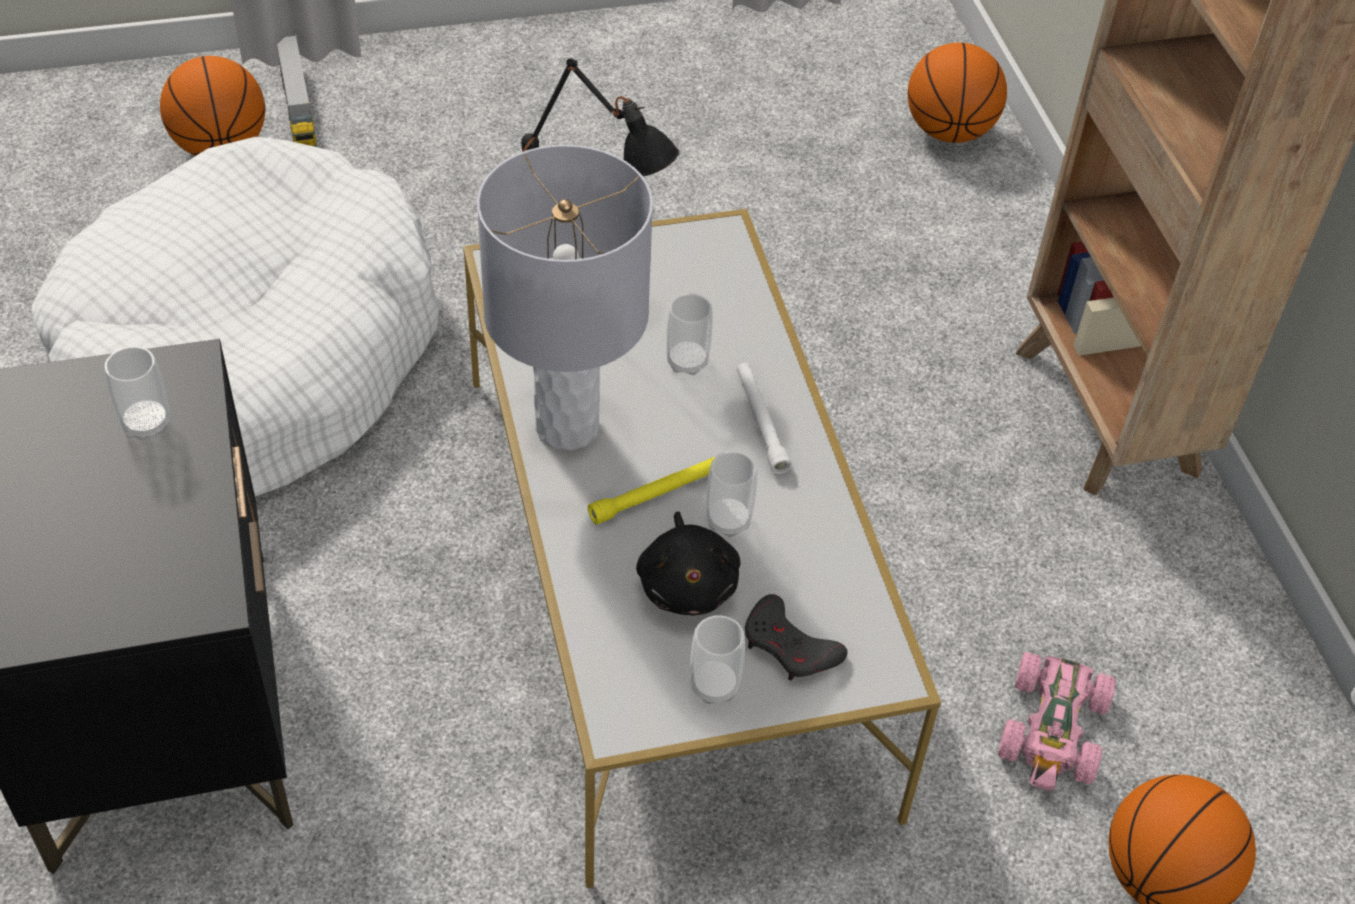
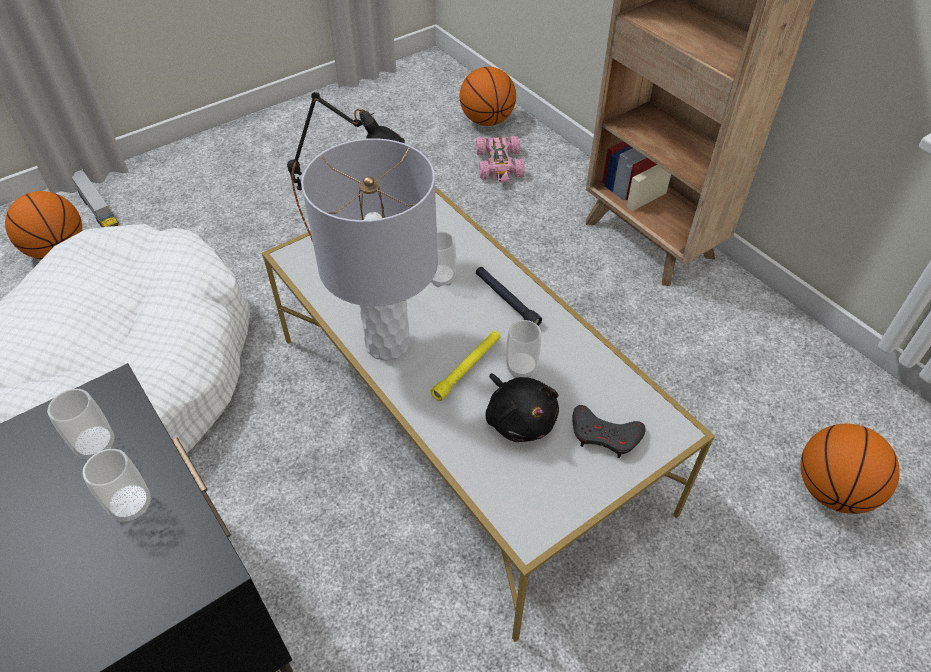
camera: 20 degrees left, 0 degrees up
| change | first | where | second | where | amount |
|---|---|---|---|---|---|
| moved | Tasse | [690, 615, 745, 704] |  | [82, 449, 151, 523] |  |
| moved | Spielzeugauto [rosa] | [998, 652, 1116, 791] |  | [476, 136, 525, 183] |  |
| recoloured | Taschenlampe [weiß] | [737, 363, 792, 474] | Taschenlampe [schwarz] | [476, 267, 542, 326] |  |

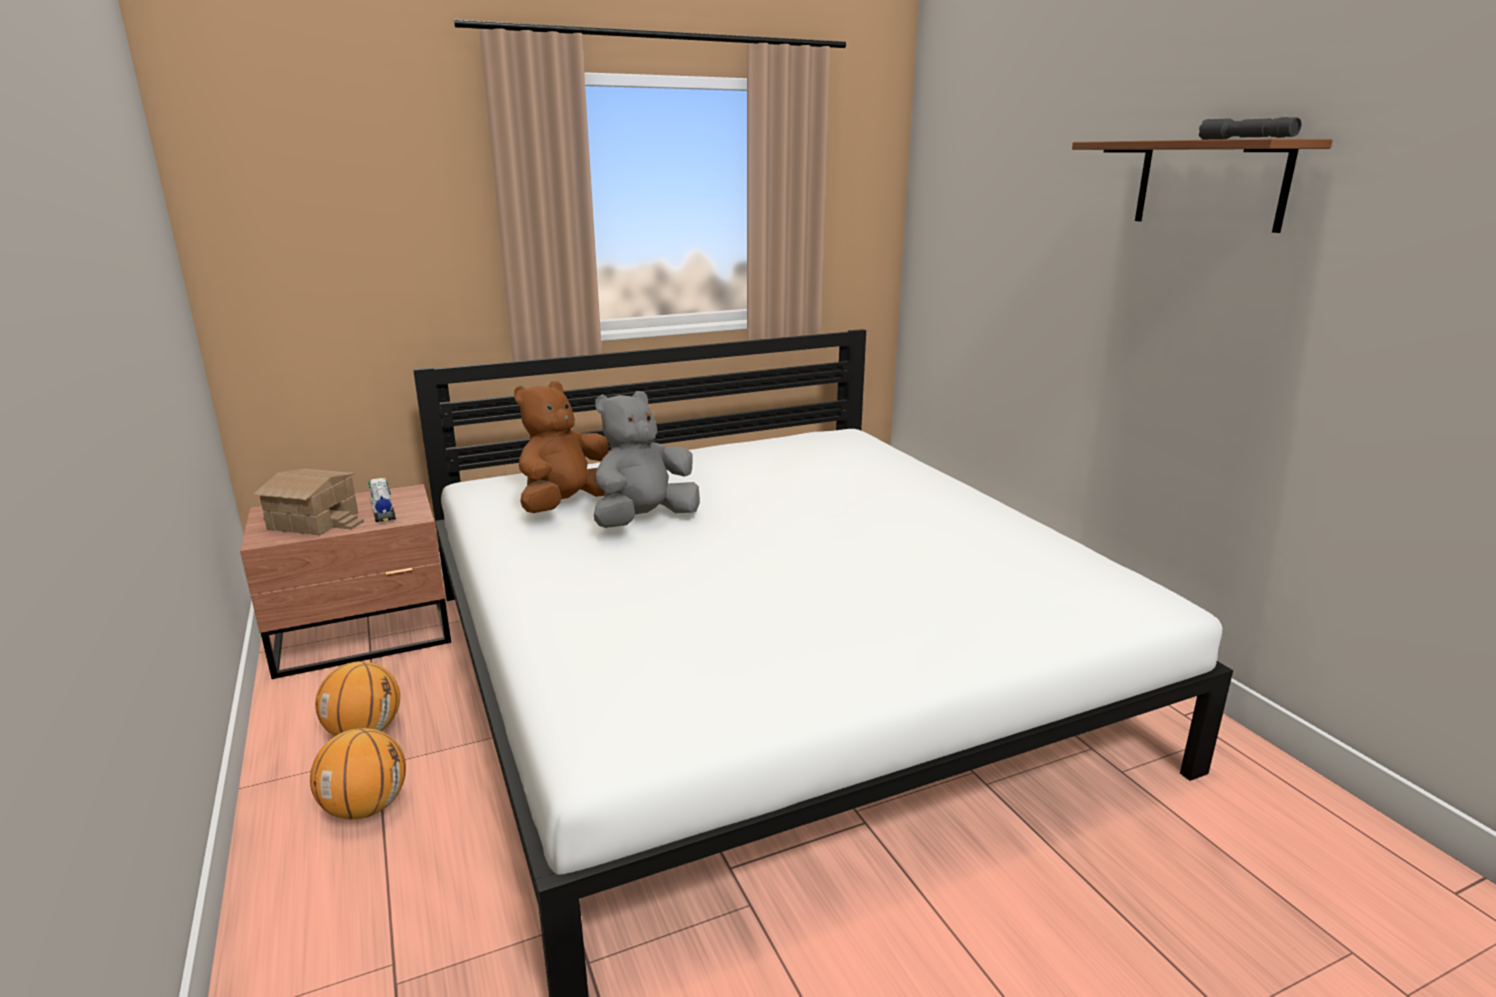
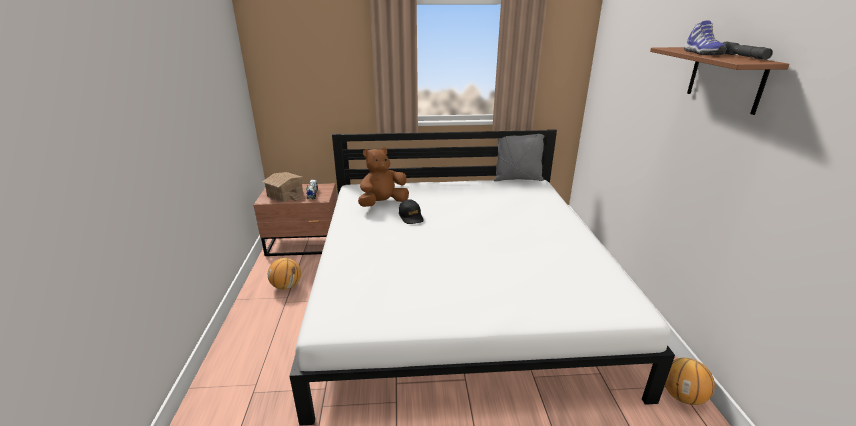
camera: 20 degrees right, 5 degrees up
| change | first | where | second | where | amount |
|---|---|---|---|---|---|
| replaced | Plüschtier [grau] | [594, 391, 700, 528] | Kappe [schwarz] | [399, 199, 424, 224] |  |
| added |  |  | Kissen [grau] | [494, 134, 544, 181] |  |
| moved | Basketball | [310, 728, 406, 819] |  | [665, 358, 715, 405] |  |
| added |  |  | Schuh | [684, 20, 726, 55] |  |

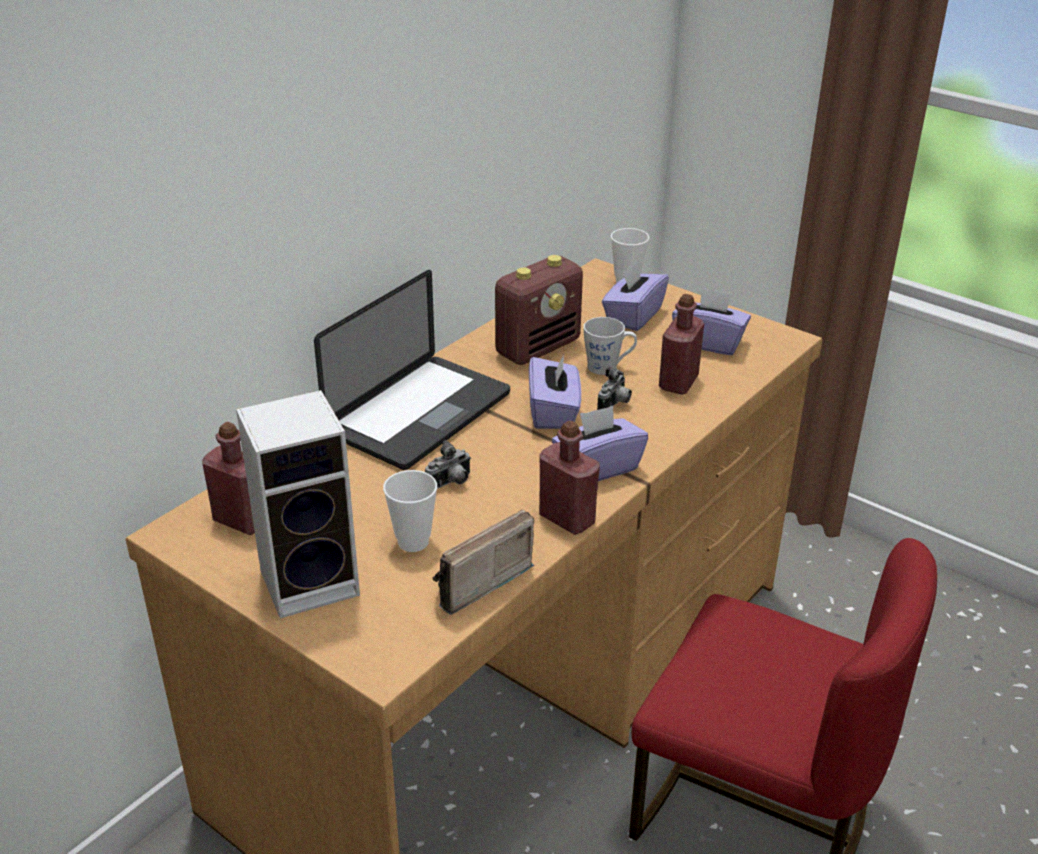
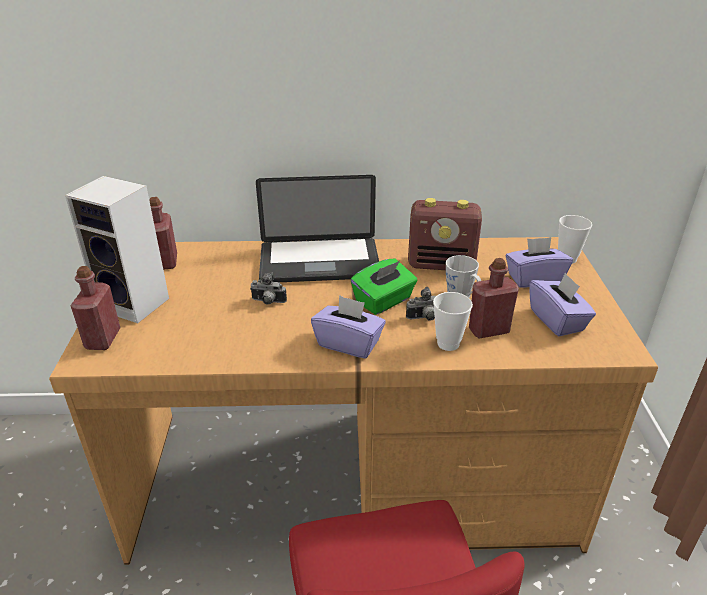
camera: 50 degrees right, 0 degrees up
| change | first | where | second | where | amount |
|---|---|---|---|---|---|
| moved | Flasche [rot] | [539, 421, 600, 535] |  | [70, 266, 121, 350] |  |
| recoloured | Taschentuchbox [lila] | [529, 352, 581, 429] | Taschentuchbox [grün] | [351, 258, 418, 315] |  |
| moved | Tasse | [383, 470, 437, 552] |  | [433, 292, 473, 351] |  |
| removed | Radio | [433, 510, 534, 615] |  |  |  |

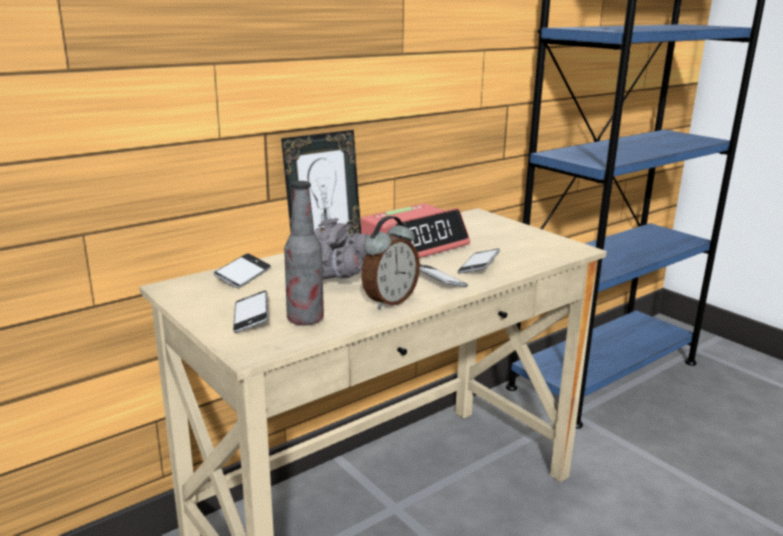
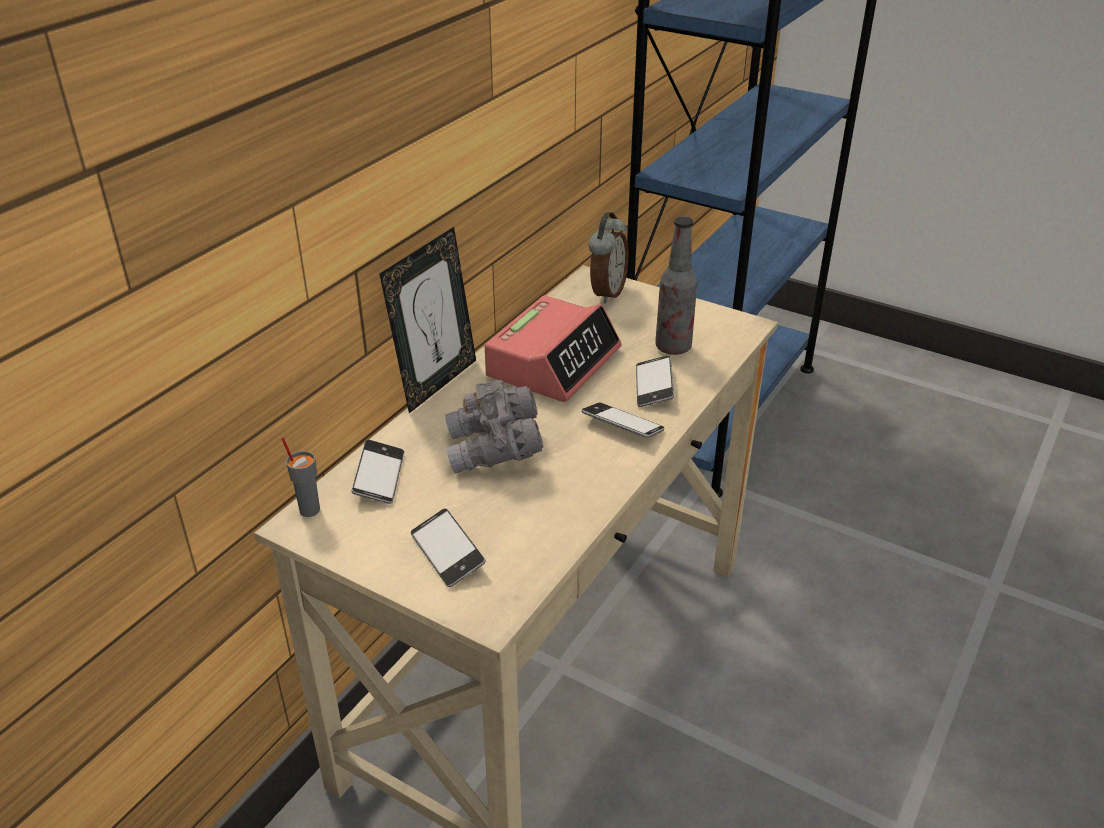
camera: 20 degrees left, 15 degrees up
| change | first | where | second | where | amount |
|---|---|---|---|---|---|
| added |  |  | Tasse [grau] | [281, 438, 320, 517] |  |
| moved | Wecker | [361, 216, 420, 309] |  | [588, 212, 629, 304] |  |
| moved | Flasche | [284, 181, 324, 325] |  | [655, 216, 697, 355] |  |

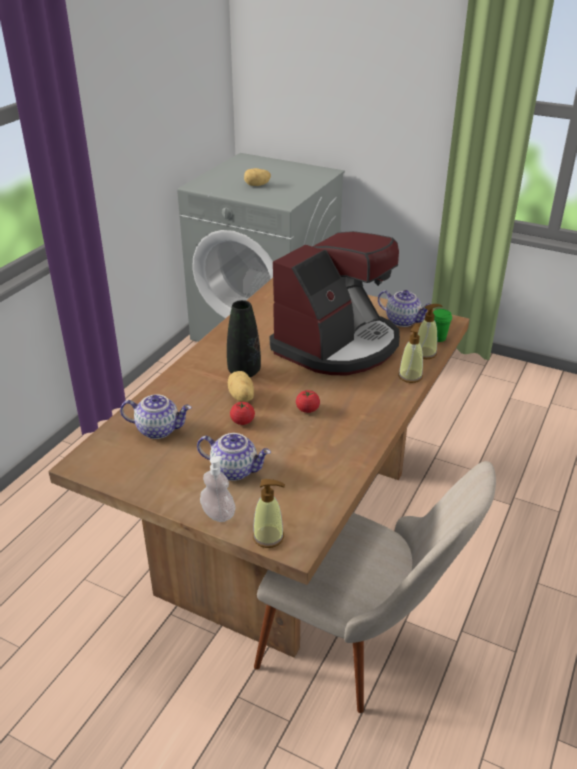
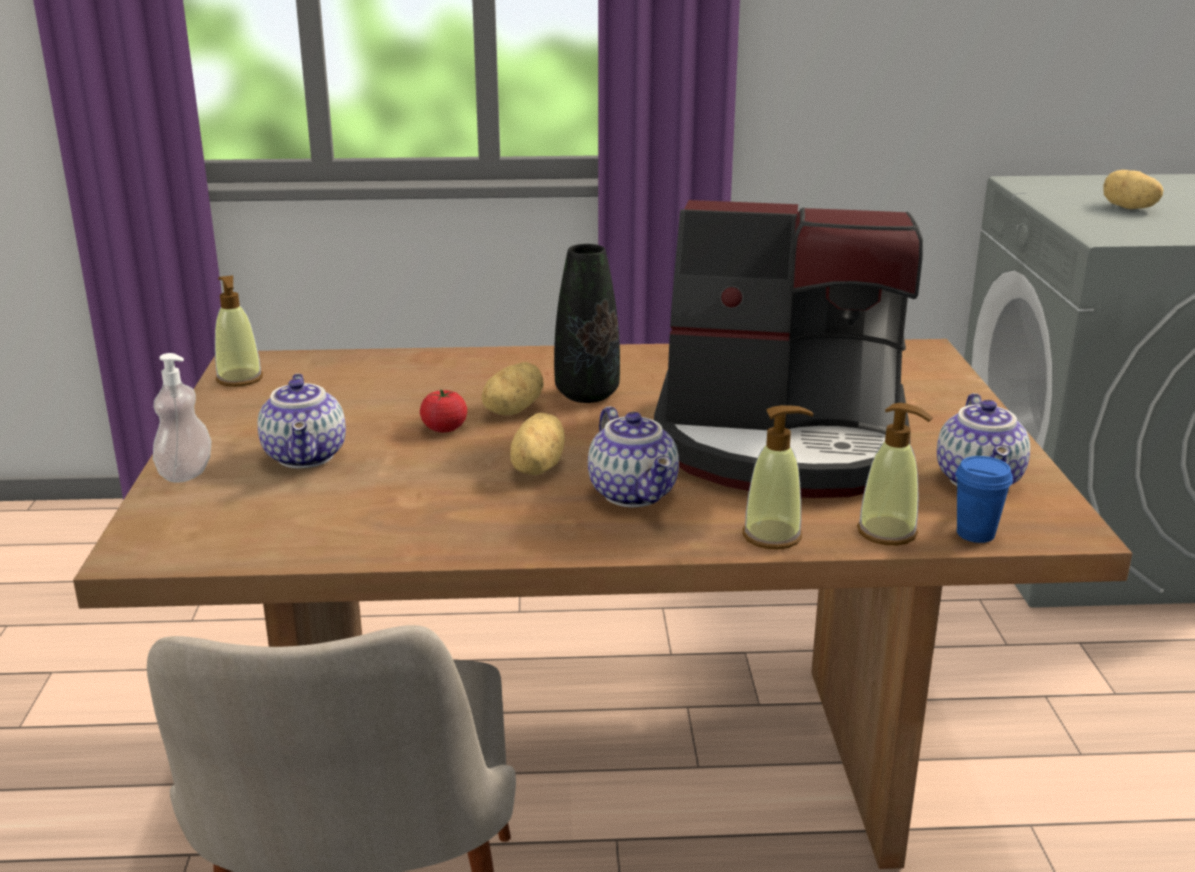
camera: 60 degrees right, 10 degrees down
| change | first | where | second | where | amount |
|---|---|---|---|---|---|
| moved | Seifenspender | [253, 479, 285, 548] |  | [215, 275, 263, 387] |  |
| replaced | Tomate | [296, 390, 320, 413] | Kartoffel | [510, 413, 565, 475] |  |
| moved | Teekanne | [120, 394, 192, 439] |  | [588, 406, 679, 507] |  |
| recoloured | Tasse [grün] | [433, 309, 452, 342] | Tasse [blau] | [956, 456, 1013, 543] |  |

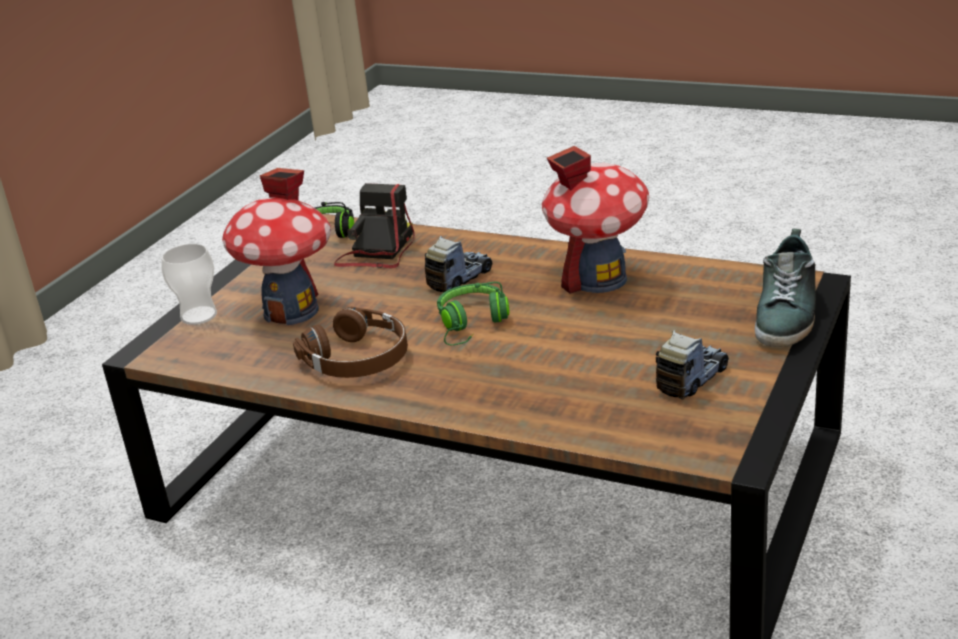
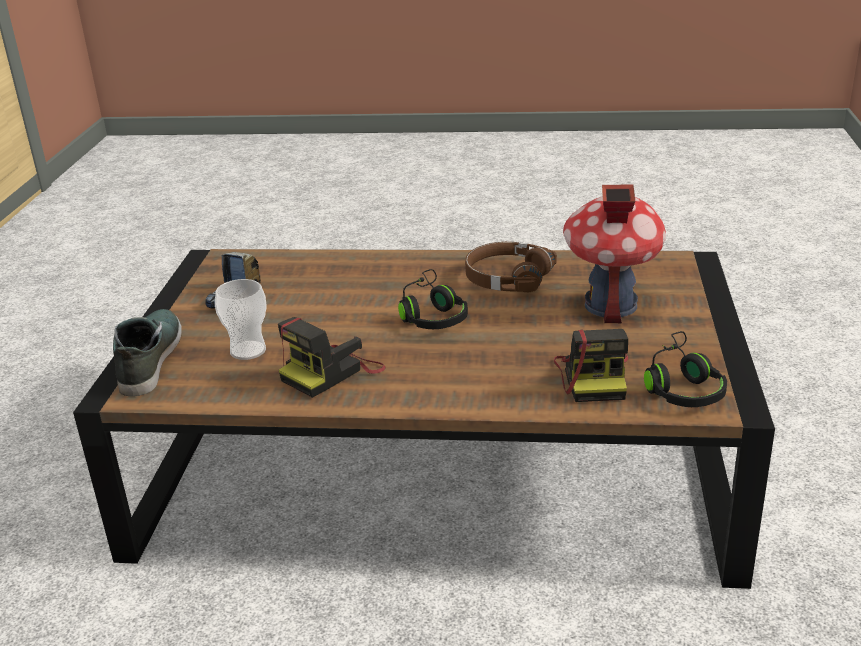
camera: 160 degrees right, 0 degrees up
| change | first | where | second | where | amount |
|---|---|---|---|---|---|
| moved | Tasse | [161, 243, 217, 325] |  | [215, 279, 267, 360] |  |
| replaced | Spielzeughaus | [542, 146, 649, 294] | Kamera | [278, 317, 386, 398] |  |
| recoloured | Kopfhörer [grün] | [437, 282, 509, 346] | Kopfhörer [schwarz] | [398, 269, 468, 329] |  |
| removed | Spielzeuglaster | [425, 236, 492, 292] |  |  |  |

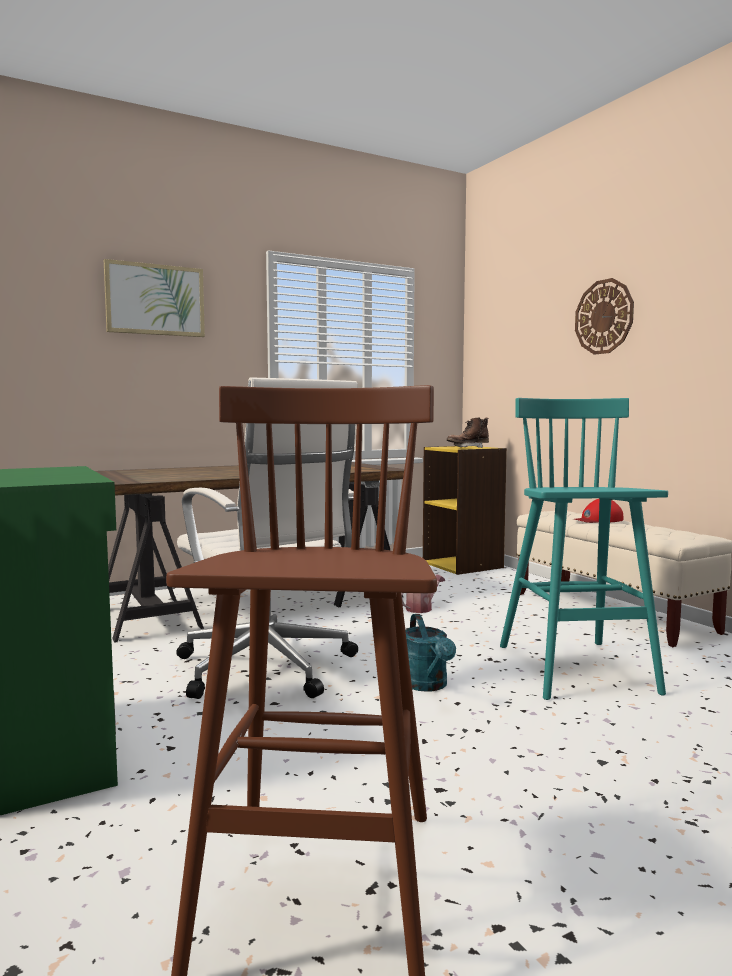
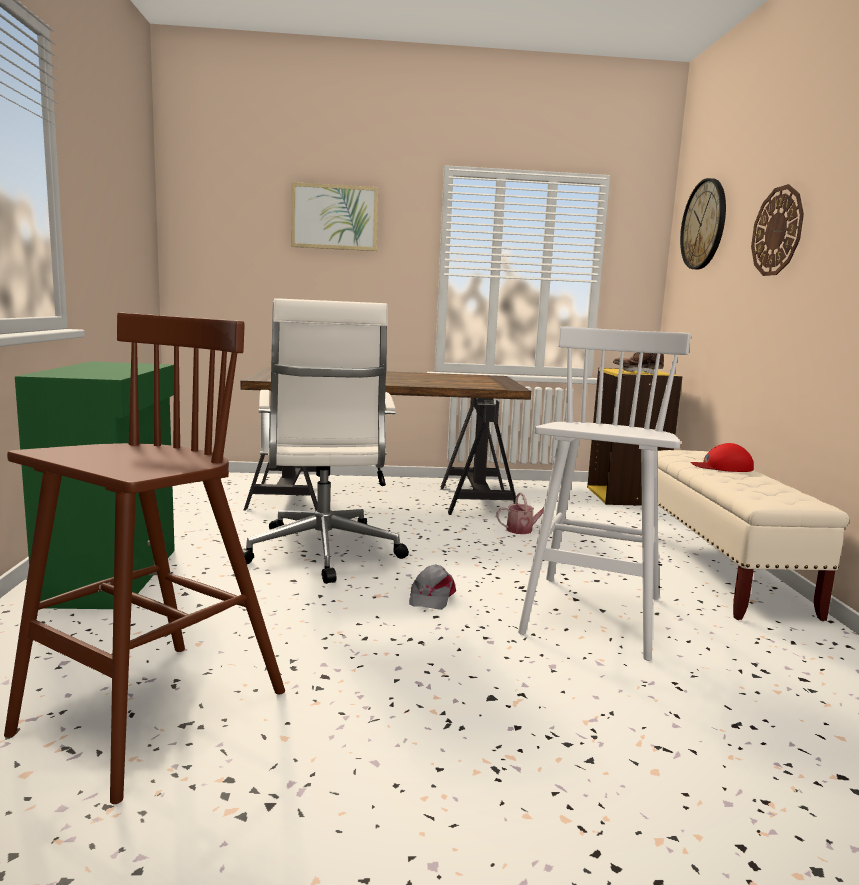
camera: 25 degrees right, 5 degrees up
| change | first | where | second | where | amount |
|---|---|---|---|---|---|
| replaced | Gießkanne [türkis] | [405, 614, 456, 692] | Kappe [grau] | [409, 564, 456, 610] |  |
| recoloured | Hocker [türkis] | [500, 398, 668, 700] | Hocker [weiß] | [518, 326, 691, 661] |  |
| added |  |  | Wanduhr | [680, 178, 726, 269] |  |

